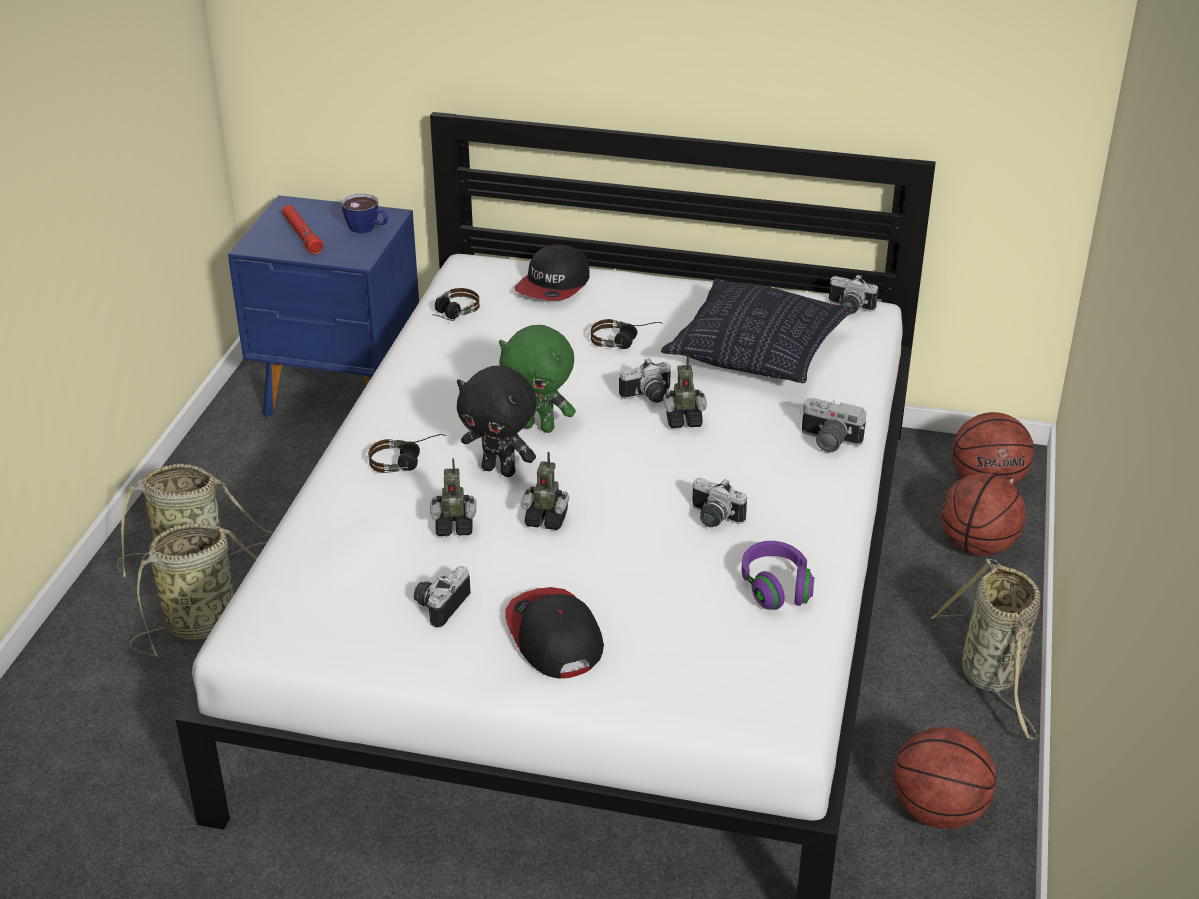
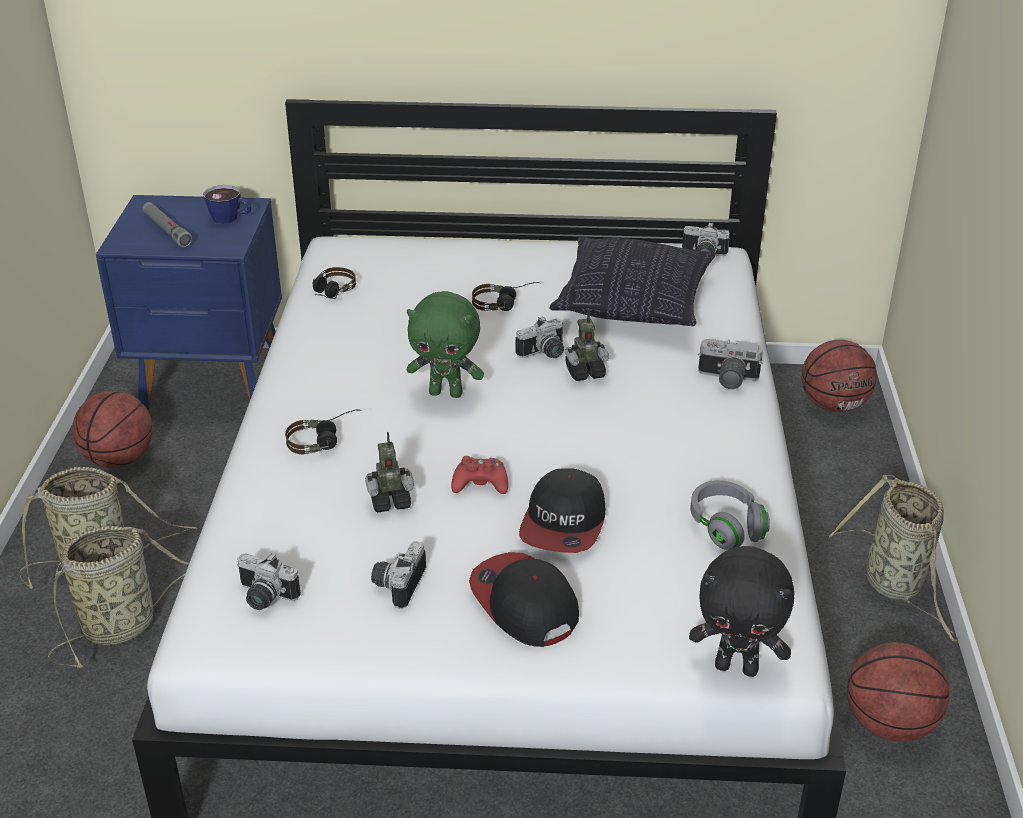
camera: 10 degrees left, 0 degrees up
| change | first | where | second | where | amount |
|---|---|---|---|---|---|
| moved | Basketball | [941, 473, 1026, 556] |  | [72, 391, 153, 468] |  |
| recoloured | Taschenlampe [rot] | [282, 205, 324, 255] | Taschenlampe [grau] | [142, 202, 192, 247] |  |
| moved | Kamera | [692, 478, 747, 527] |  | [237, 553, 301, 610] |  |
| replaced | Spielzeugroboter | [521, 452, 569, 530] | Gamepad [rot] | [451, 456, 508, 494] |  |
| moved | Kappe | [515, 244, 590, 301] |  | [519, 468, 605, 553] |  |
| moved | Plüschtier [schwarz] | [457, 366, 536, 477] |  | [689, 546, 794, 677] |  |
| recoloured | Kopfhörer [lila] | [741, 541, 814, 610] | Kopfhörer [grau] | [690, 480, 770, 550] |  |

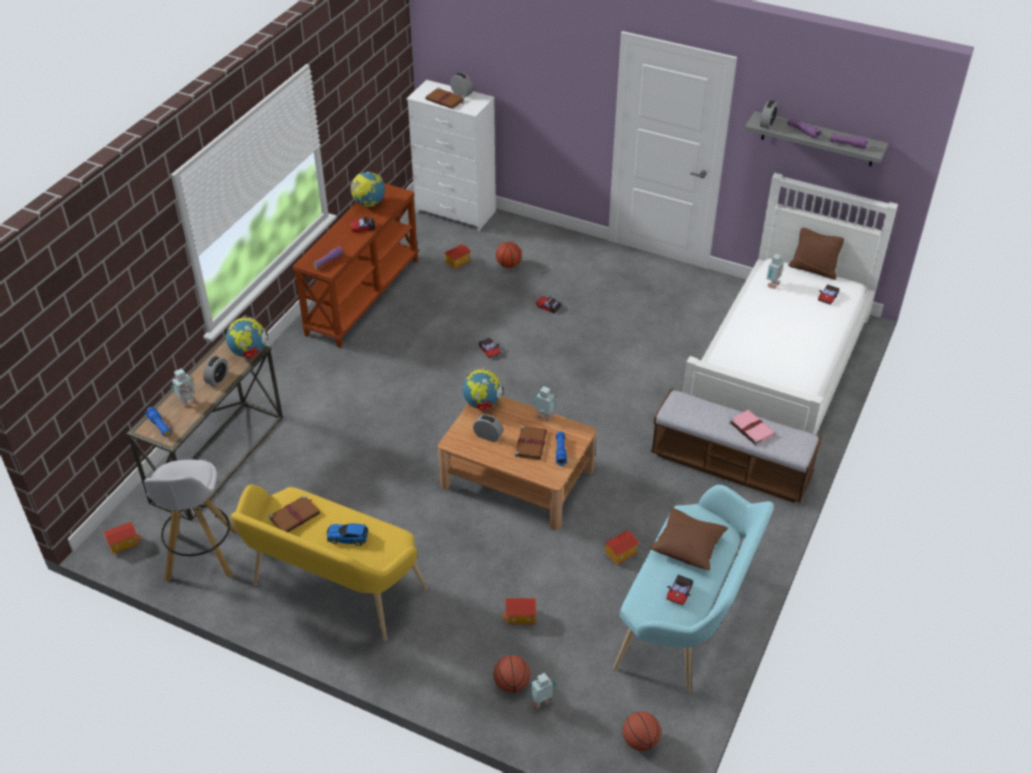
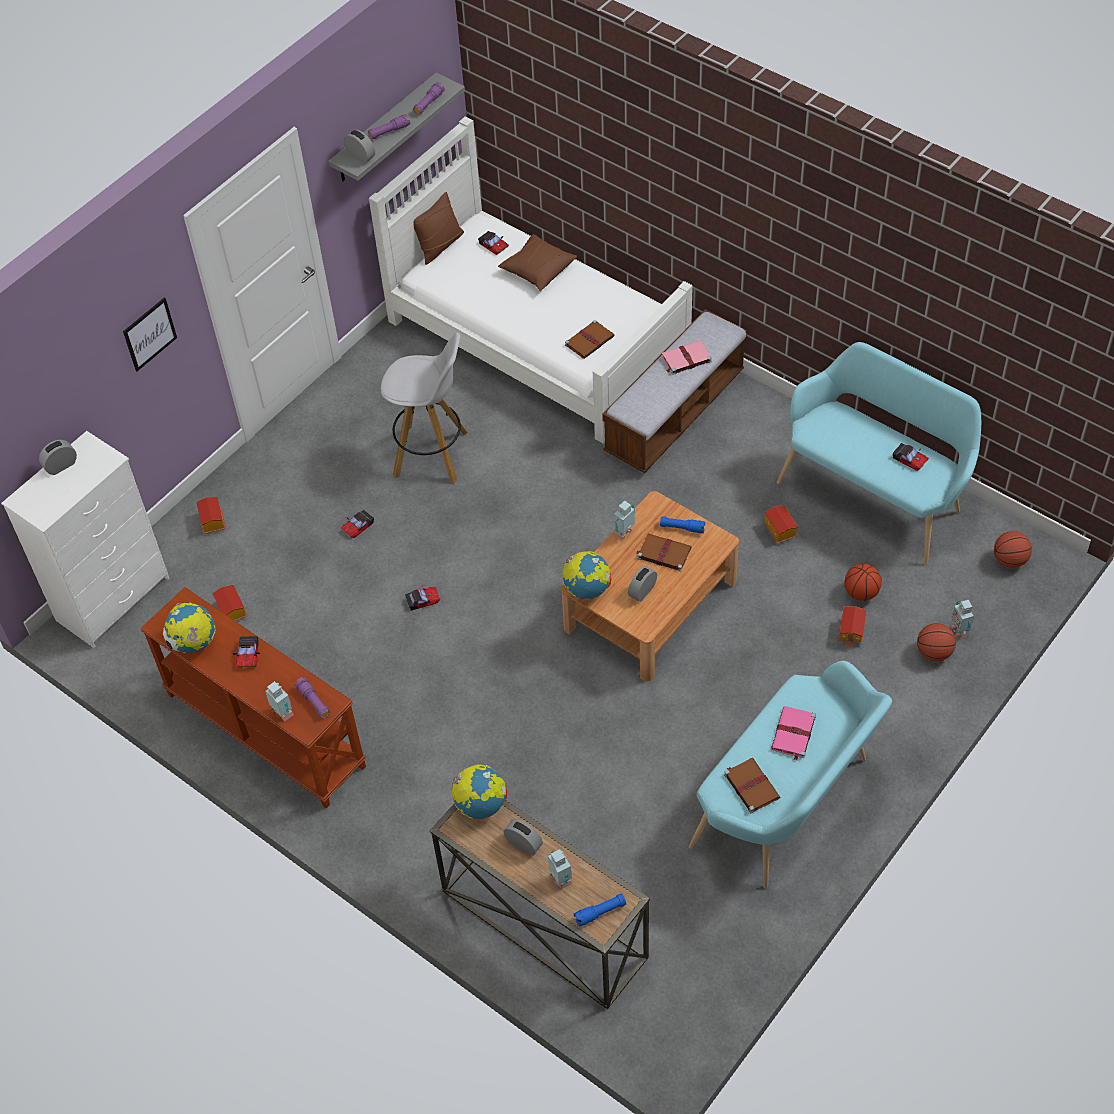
camera: 75 degrees left, 10 degrees up
| change | first | where | second | where | amount |
|---|---|---|---|---|---|
| added |  |  | Bild | [123, 298, 177, 371] |  |
| moved | Spielzeughaus | [104, 521, 142, 555] |  | [196, 497, 226, 534] |  |
| moved | Spielzeugroboter | [767, 254, 784, 289] |  | [265, 681, 294, 721] |  |
| moved | Hocker [weiß] | [144, 460, 238, 581] |  | [381, 332, 468, 483] |  |
| moved | Kissen [braun] | [649, 508, 728, 570] |  | [498, 234, 577, 291] |  |
| moved | Buch [braun] | [425, 88, 464, 109] |  | [565, 320, 615, 359] |  |
| recoloured | Bank [gelb] | [230, 485, 428, 641] | Bank [türkis] | [689, 661, 892, 888] |  |
| replaced | Spielzeugauto | [327, 524, 368, 546] | Buch [rosa] | [771, 706, 816, 760] |  |
| moved | Basketball | [496, 242, 522, 268] |  | [844, 564, 882, 601] |  |

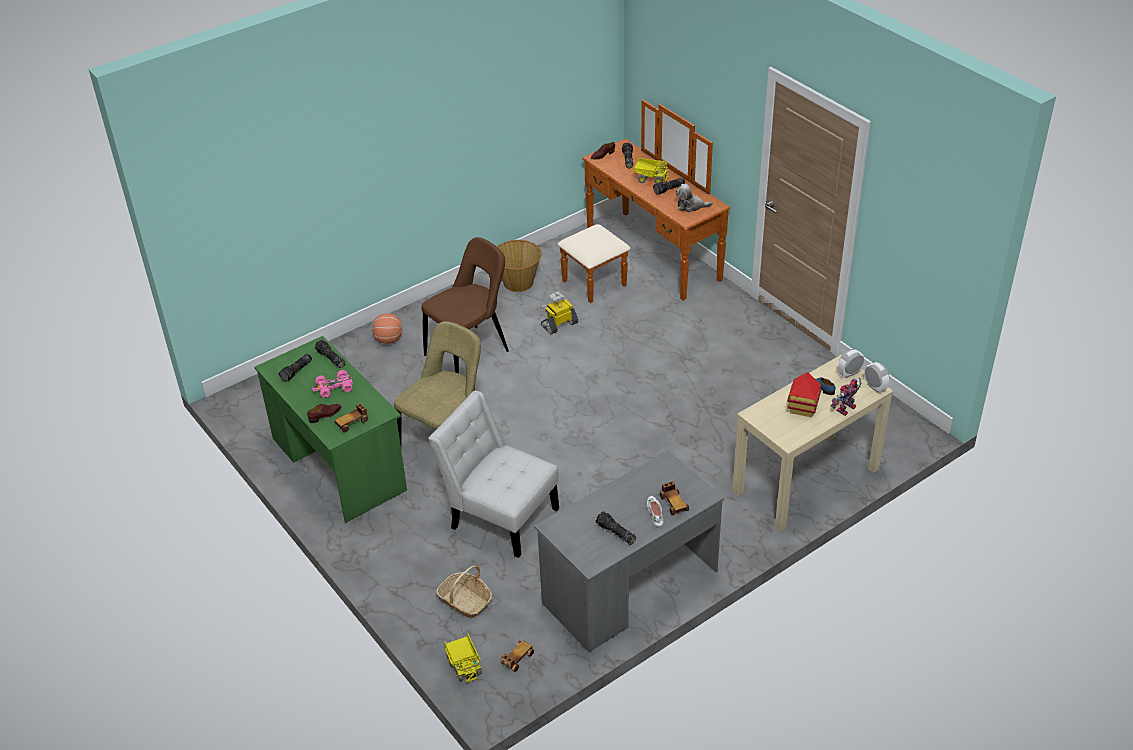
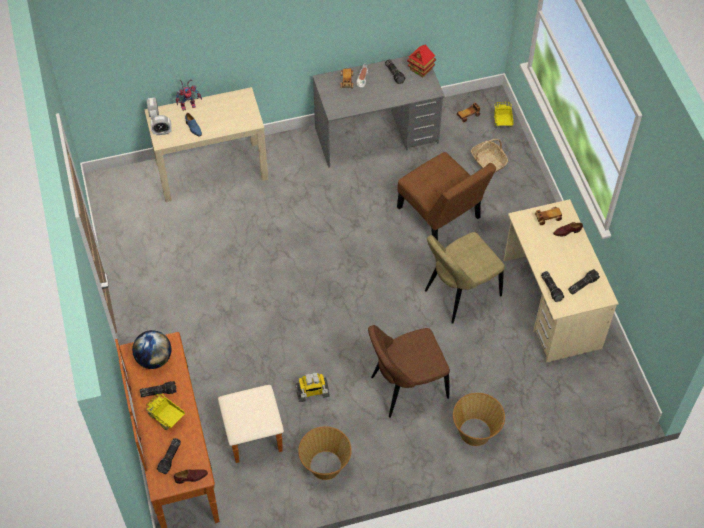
camera: 160 degrees left, 15 degrees up
| change | first | where | second | where | amount |
|---|---|---|---|---|---|
| replaced | Plüschtier | [676, 184, 713, 213] | Globus | [132, 330, 172, 369] |  |
| recoloured | Stuhl [weiß] | [428, 391, 559, 558] | Stuhl [braun] | [397, 152, 496, 240] |  |
| moved | Spielzeughaus | [787, 372, 822, 417] |  | [407, 45, 436, 77] |  |
| replaced | Basketball | [372, 313, 402, 344] | Korb | [453, 393, 505, 446] |  |
| recoloured | Schreibtisch [grün] | [254, 336, 407, 523] | Schreibtisch [beige] | [504, 199, 619, 363] |  |
| removed | Spielzeugauto [rosa] | [312, 370, 353, 398] |  |  |  |

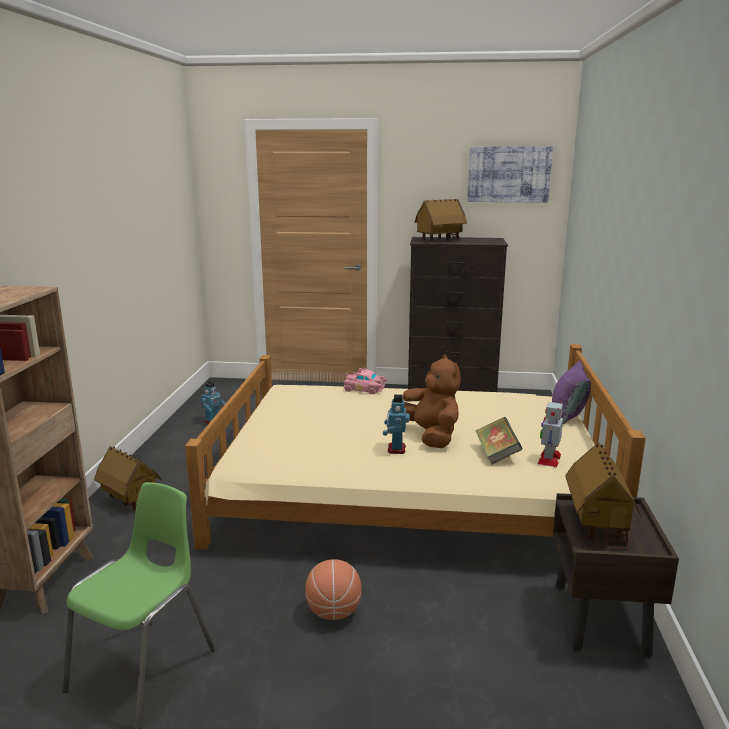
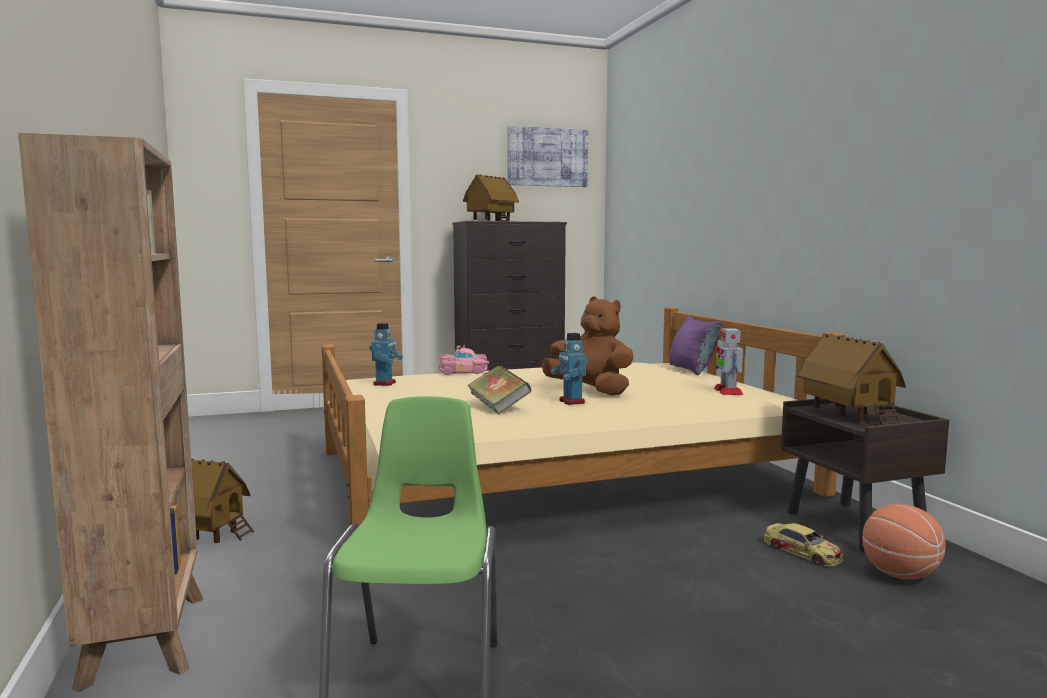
camera: 25 degrees left, 10 degrees down
| change | first | where | second | where | amount |
|---|---|---|---|---|---|
| moved | Spielzeugroboter | [201, 382, 226, 424] |  | [370, 323, 403, 386] |  |
| moved | Buch | [476, 417, 522, 464] |  | [467, 365, 532, 414] |  |
| added |  |  | Spielzeugauto | [764, 523, 843, 566] |  |
| moved | Basketball | [305, 559, 361, 620] |  | [862, 504, 946, 580] |  |

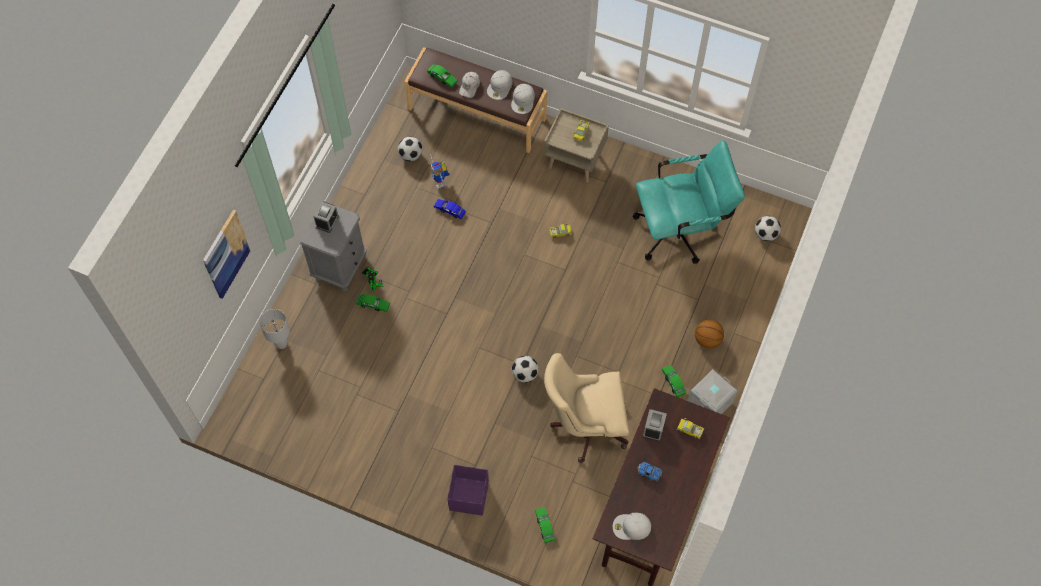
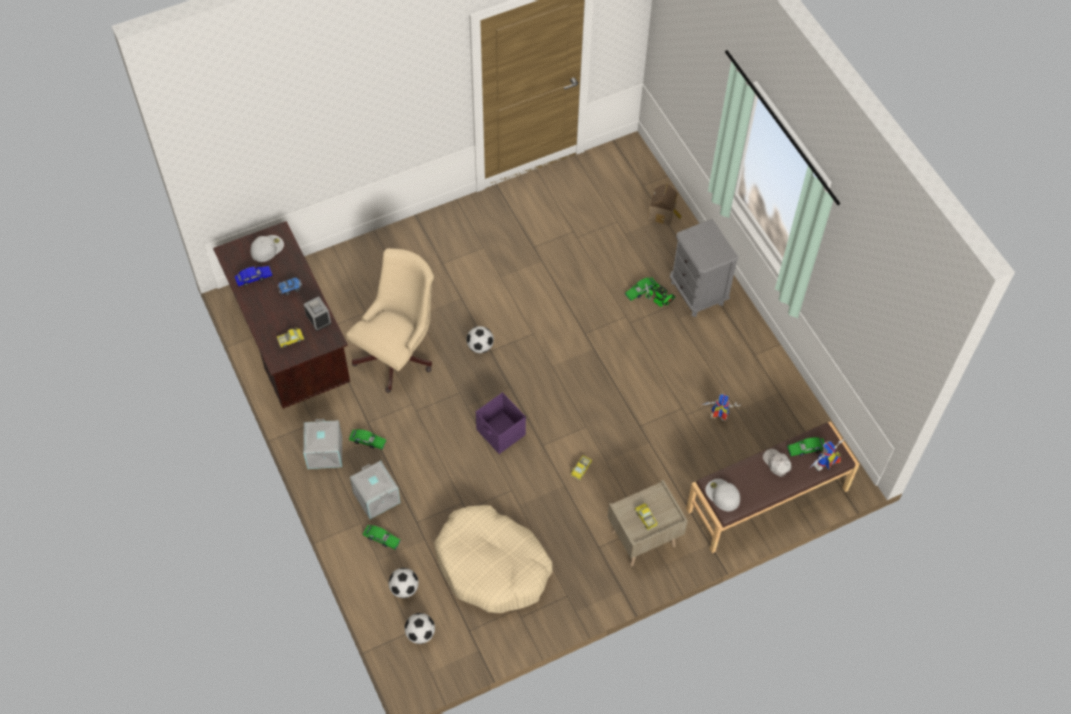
camera: 130 degrees right, 5 degrees down
| change | first | where | second | where | amount |
|---|---|---|---|---|---|
| moved | Spielzeugauto [blau] | [434, 199, 466, 219] |  | [235, 266, 273, 286] |  |
| replaced | Basketball | [695, 320, 724, 348] | Aufbewahrungsbox [grau] | [350, 460, 401, 519] |  |
| moved | Spielzeugauto [grün] | [535, 507, 555, 543] |  | [363, 525, 400, 550] |  |
| moved | Fußball | [398, 137, 423, 161] |  | [389, 568, 419, 598] |  |
| replaced | Bürostuhl [türkis] | [632, 140, 745, 264] | Hundebett [beige] | [434, 505, 553, 613] |  |
| moved | Aufbewahrungsbox [lila] | [447, 465, 489, 516] |  | [476, 392, 526, 454] |  |
| replaced | Tischlampe [weiß] | [259, 309, 290, 349] | Spielzeughaus | [648, 183, 681, 225] |  |
| added |  |  | Spielzeugroboter | [810, 439, 844, 471] |  |
| removed | Bild | [203, 210, 251, 299] |  |  |  |
| removed | Wecker | [314, 201, 339, 233] |  |  |  |
| removed | Kappe [weiß] | [487, 70, 513, 100] |  |  |  |

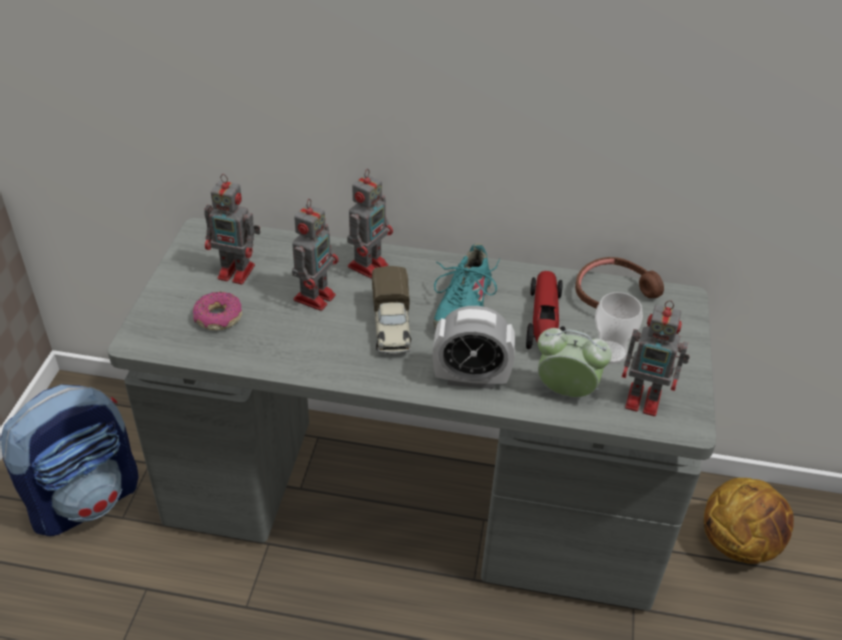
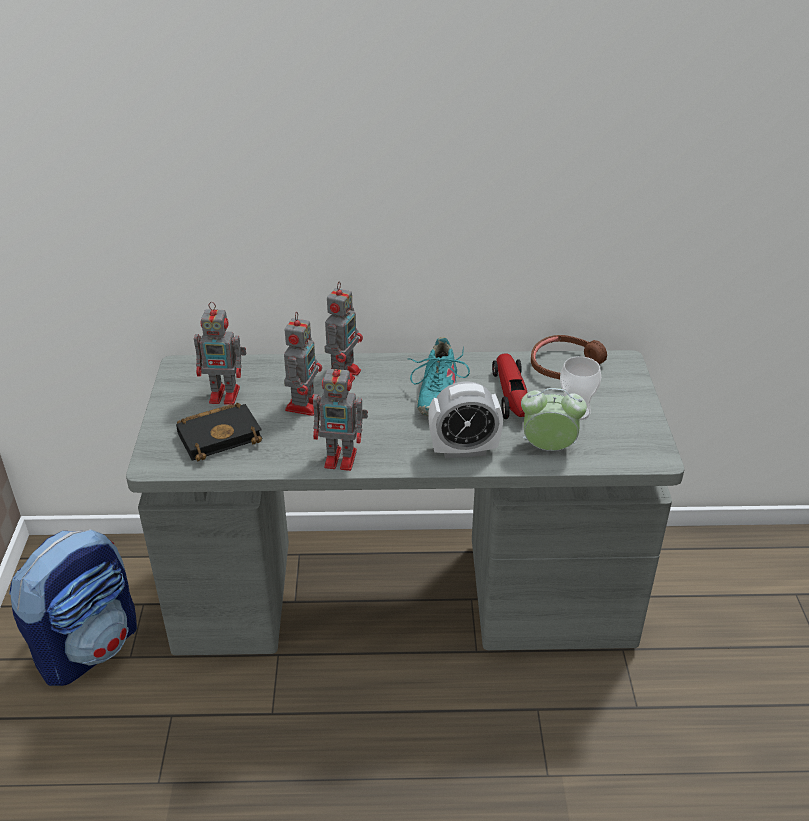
camera: 10 degrees left, 5 degrees down
| change | first | where | second | where | amount |
|---|---|---|---|---|---|
| replaced | Donut | [193, 292, 242, 330] | Buch [schwarz] | [176, 403, 263, 462] |  |
| moved | Spielzeugroboter | [622, 300, 690, 416] |  | [313, 362, 368, 471] |  |
| removed | Spielzeuglaster | [372, 266, 411, 354] |  |  |  |
| removed | Basketball | [704, 478, 794, 564] |  |  |  |

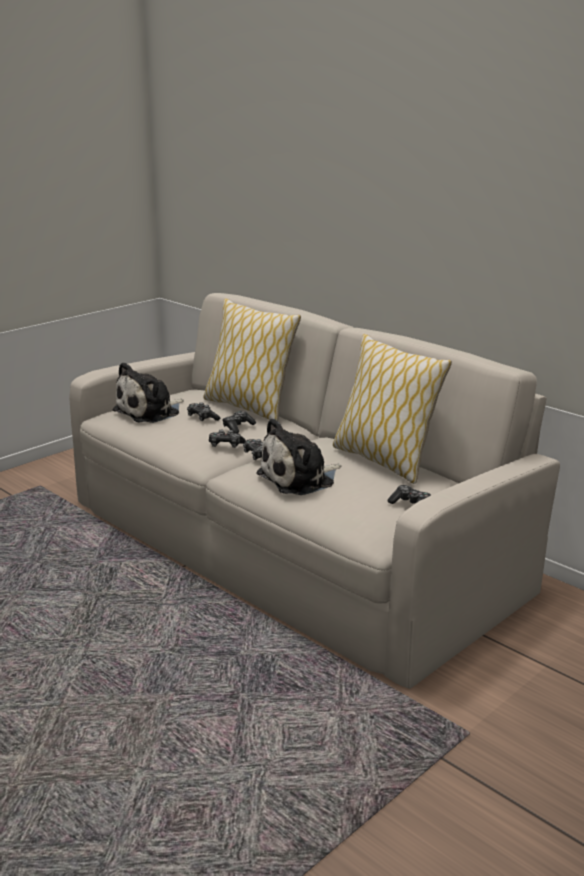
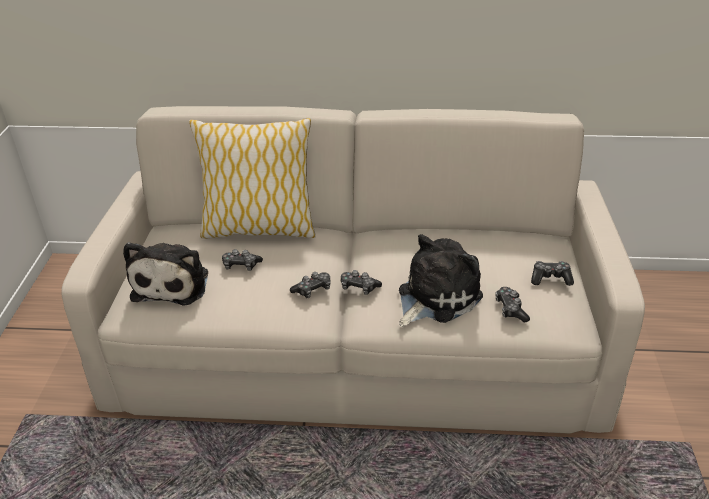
camera: 40 degrees left, 15 degrees up
| change | first | where | second | where | amount |
|---|---|---|---|---|---|
| turned | Plüschtier | [256, 418, 341, 495] |  | [399, 234, 483, 327] | 150 degrees counterclockwise |
| moved | Gamepad | [222, 411, 256, 433] |  | [496, 287, 530, 323] |  |
| removed | Kissen | [333, 334, 452, 484] |  |  |  |

